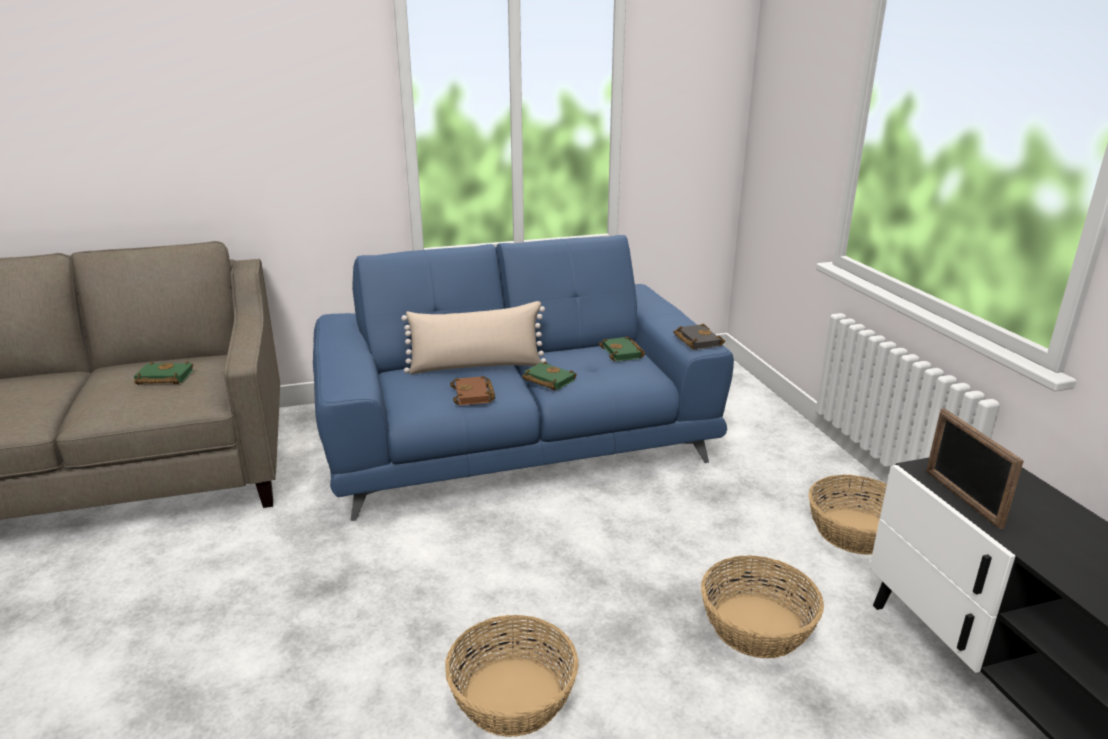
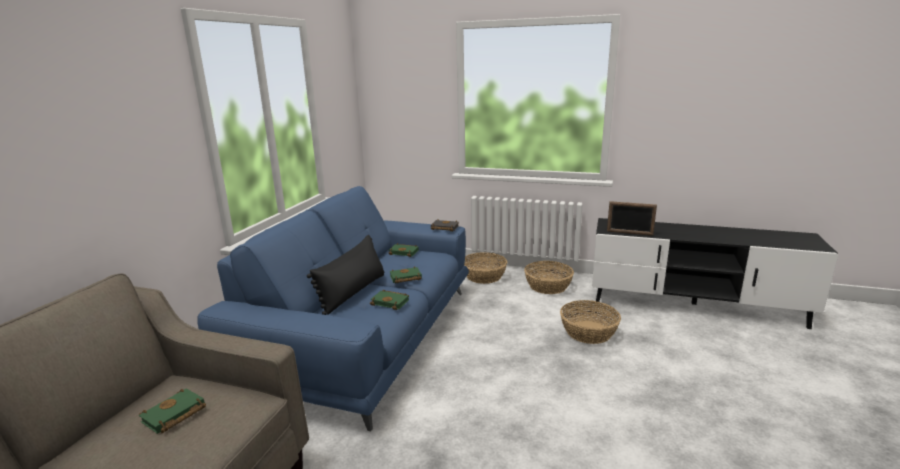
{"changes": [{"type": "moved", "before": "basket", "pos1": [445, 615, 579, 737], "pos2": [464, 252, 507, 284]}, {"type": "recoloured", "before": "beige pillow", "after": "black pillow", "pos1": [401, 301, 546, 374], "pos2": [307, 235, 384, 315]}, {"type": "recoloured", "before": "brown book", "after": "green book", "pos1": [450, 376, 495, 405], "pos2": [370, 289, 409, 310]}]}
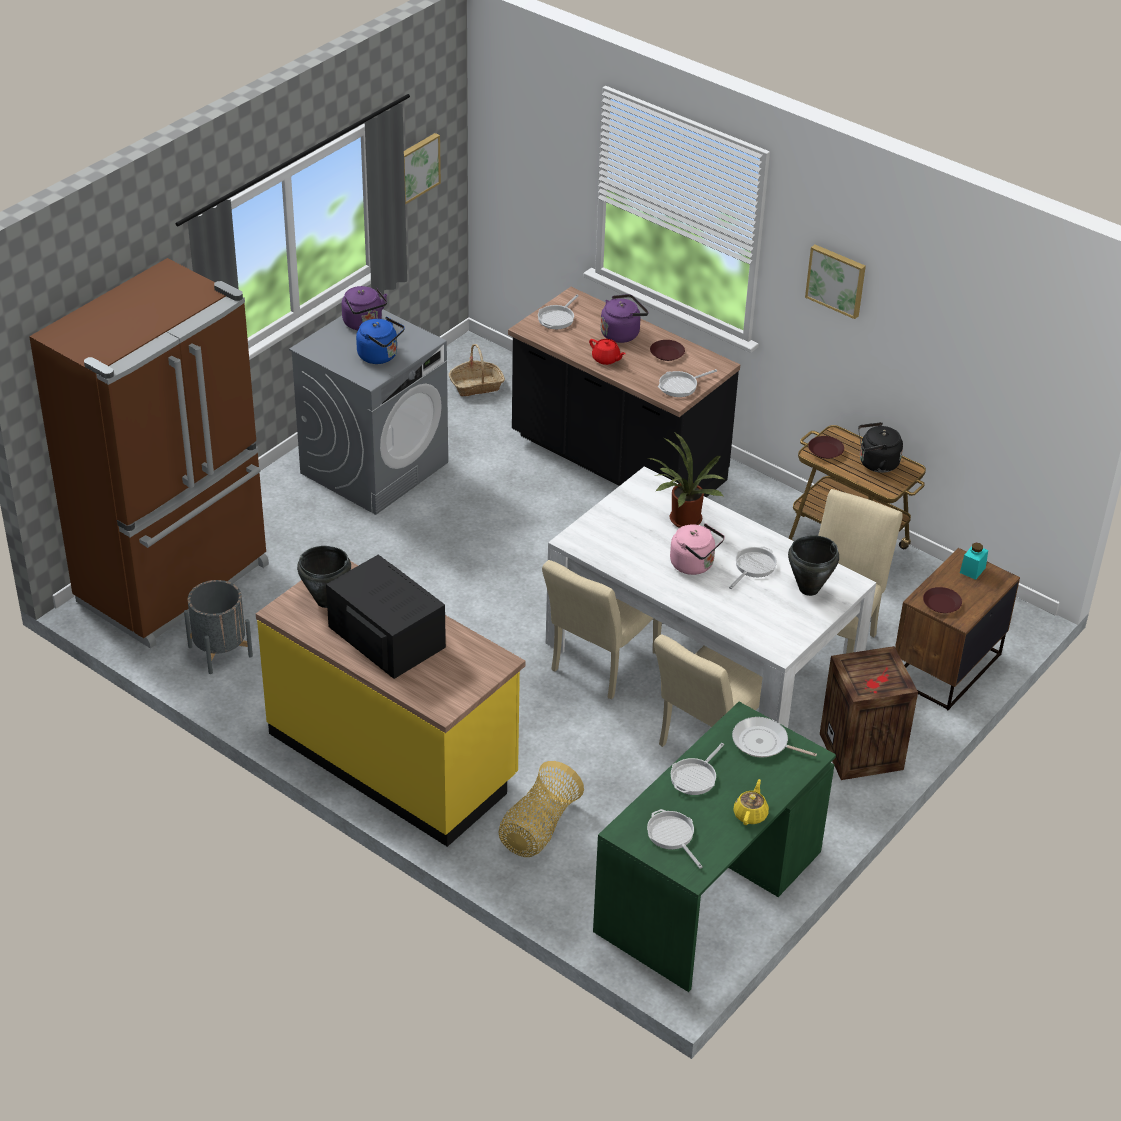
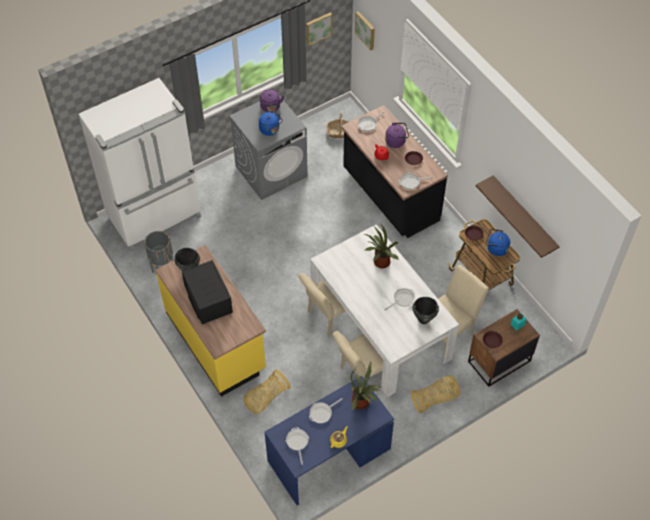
{"changes": [{"type": "removed", "before": "pink kettle", "pos1": [670, 523, 725, 575]}, {"type": "added", "after": "brown shelf", "pos2": [476, 175, 560, 258]}, {"type": "moved", "before": "picture", "pos1": [805, 245, 866, 319], "pos2": [355, 11, 375, 50]}, {"type": "replaced", "before": "frying pan", "after": "potted plant", "pos1": [732, 717, 817, 758], "pos2": [351, 361, 382, 410]}, {"type": "replaced", "before": "crate", "after": "basket", "pos1": [820, 646, 918, 780], "pos2": [411, 376, 461, 414]}, {"type": "recoloured", "before": "brown fridge", "after": "white fridge", "pos1": [29, 258, 269, 649], "pos2": [78, 78, 201, 251]}, {"type": "recoloured", "before": "green desk", "after": "blue desk", "pos1": [593, 702, 836, 992], "pos2": [265, 376, 394, 505]}, {"type": "recoloured", "before": "black kettle", "after": "blue kettle", "pos1": [858, 422, 903, 473], "pos2": [486, 229, 510, 256]}]}
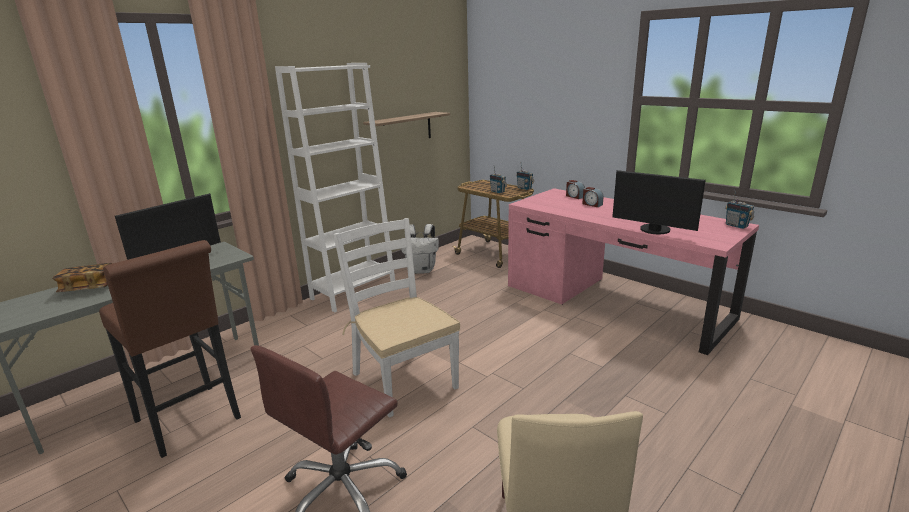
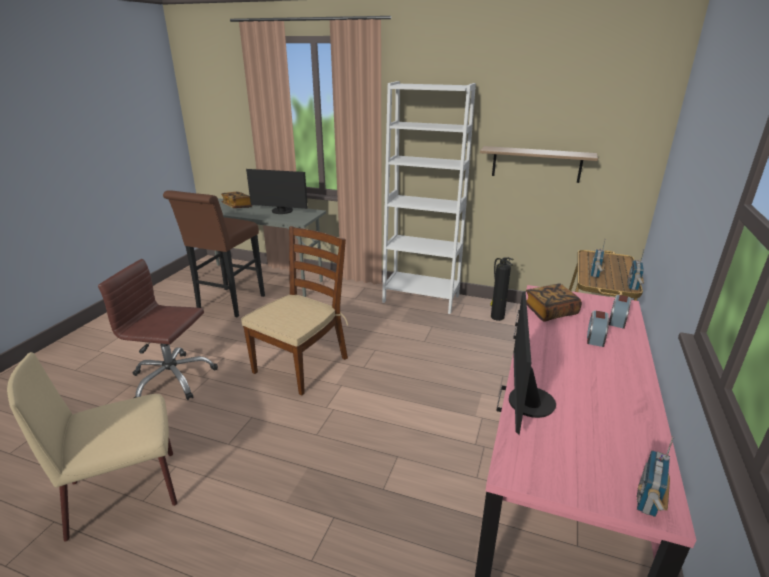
{"changes": [{"type": "added", "after": "book", "pos2": [526, 284, 582, 322]}, {"type": "replaced", "before": "white backpack", "after": "fire extinguisher", "pos1": [401, 224, 439, 274], "pos2": [490, 257, 514, 321]}, {"type": "recoloured", "before": "white chair", "after": "brown chair", "pos1": [333, 218, 460, 418], "pos2": [241, 226, 348, 395]}]}
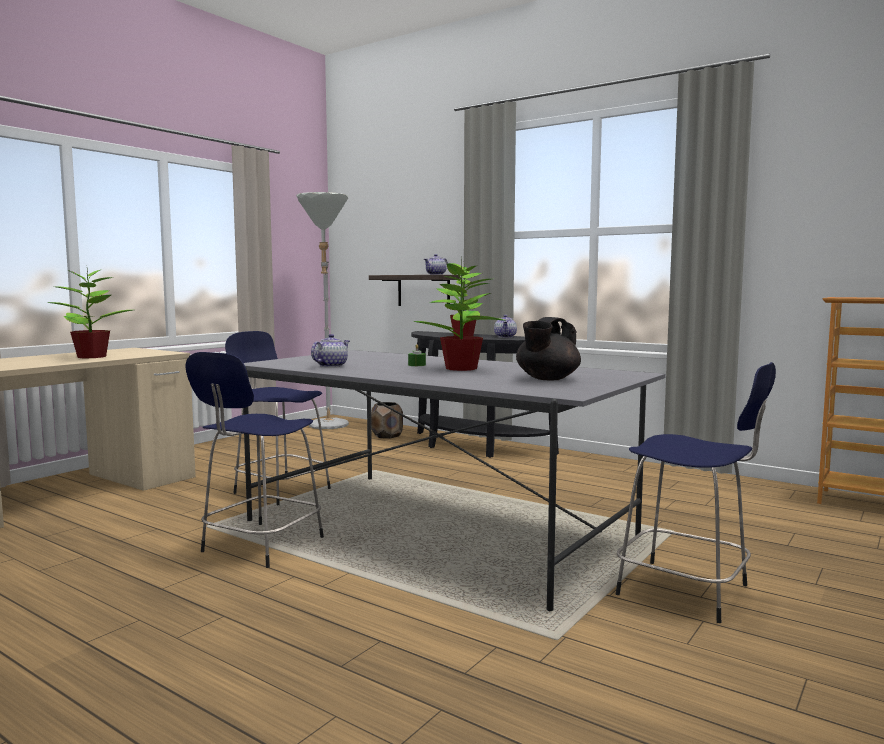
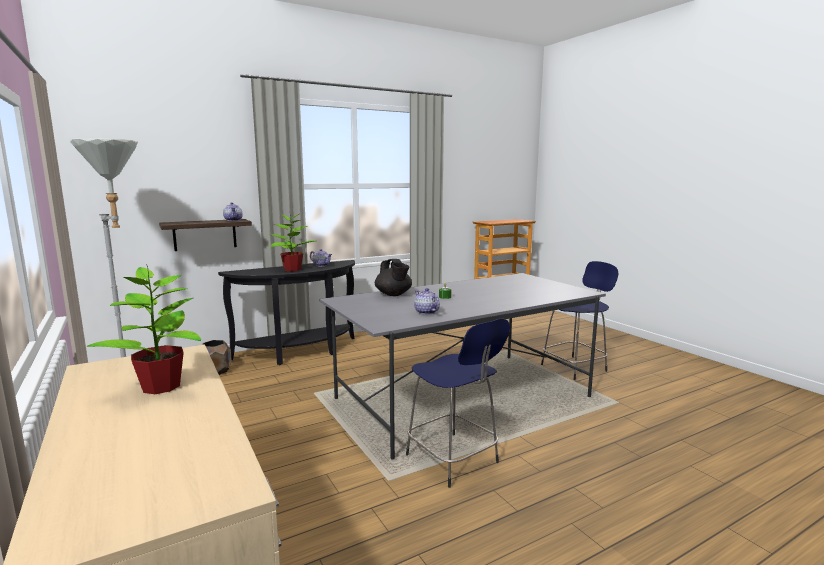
{"changes": [{"type": "removed", "before": "blue stool", "pos1": [225, 331, 331, 505]}, {"type": "removed", "before": "potted plant", "pos1": [413, 257, 506, 371]}, {"type": "moved", "before": "black teapot", "pos1": [516, 317, 581, 380], "pos2": [375, 259, 412, 296]}]}
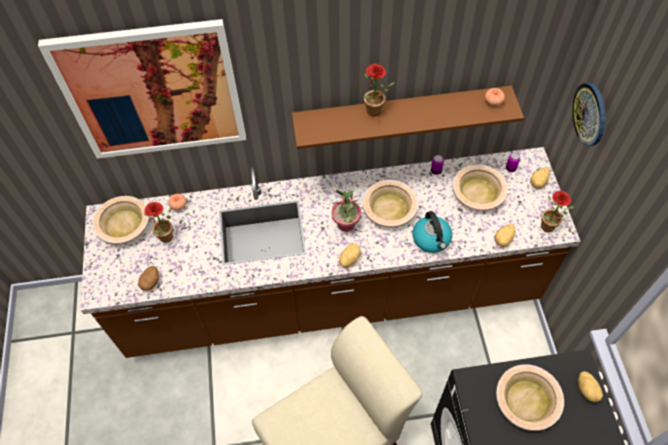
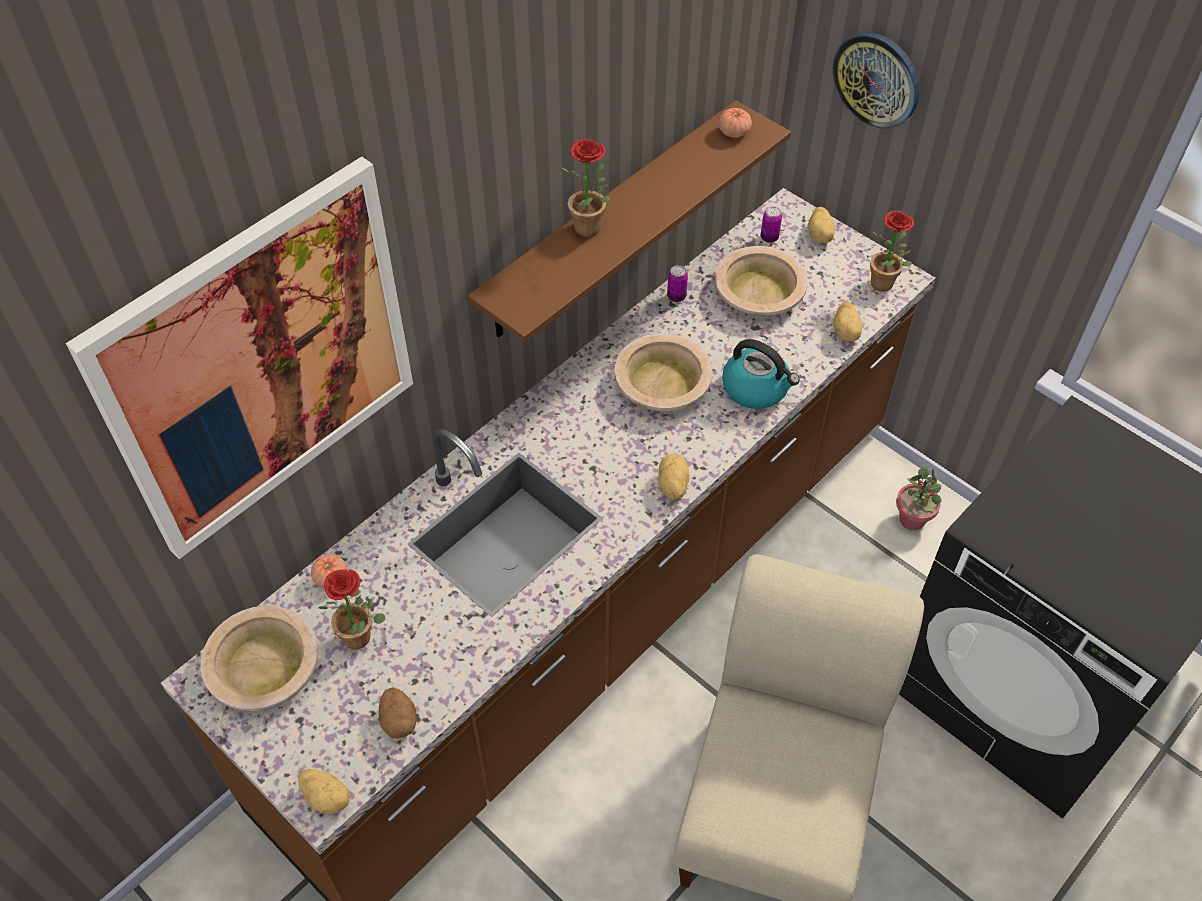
{"changes": [{"type": "removed", "before": "beige bowl", "pos1": [496, 364, 564, 431]}, {"type": "moved", "before": "potted plant", "pos1": [331, 190, 361, 232], "pos2": [896, 466, 942, 530]}, {"type": "moved", "before": "potato", "pos1": [578, 371, 603, 402], "pos2": [298, 769, 350, 815]}]}
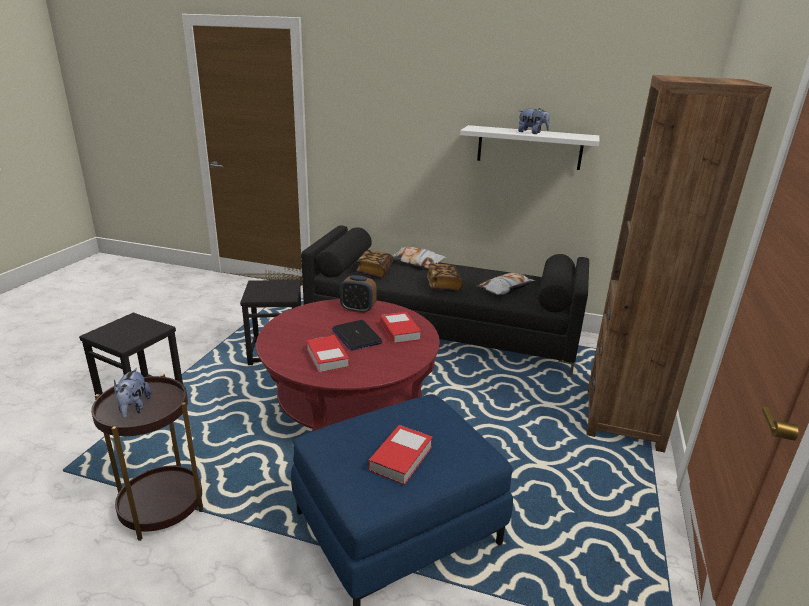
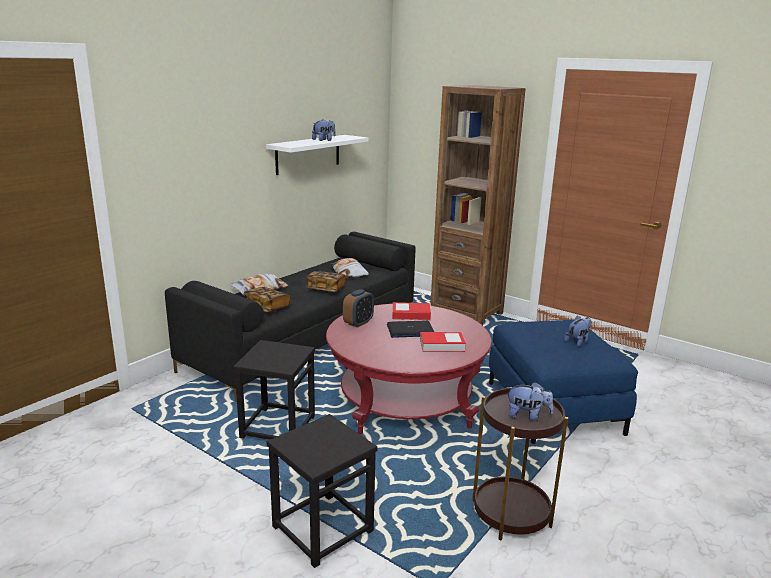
{"changes": [{"type": "replaced", "before": "book", "after": "plush toy", "pos1": [368, 425, 433, 485], "pos2": [564, 316, 592, 347]}]}
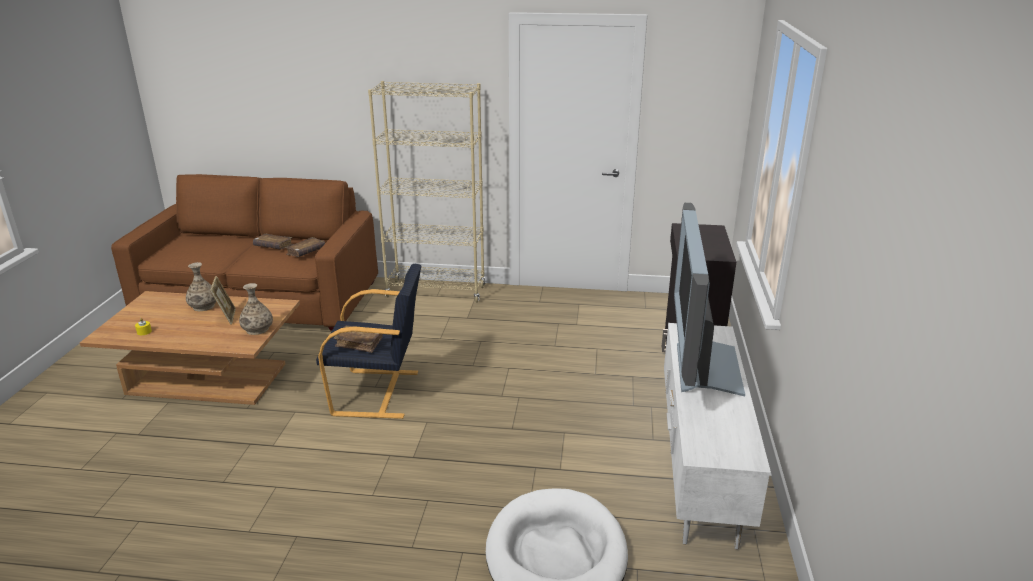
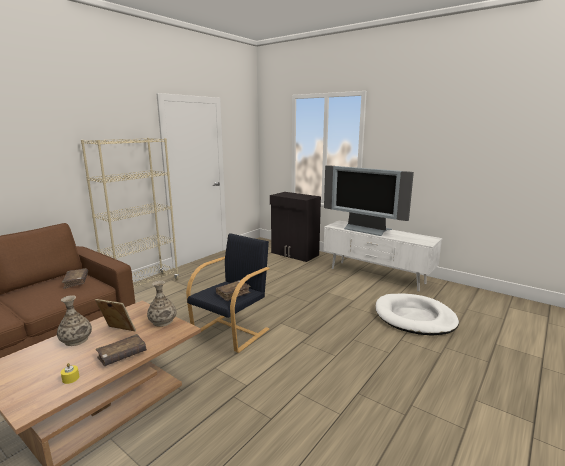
{"changes": [{"type": "moved", "before": "brown book", "pos1": [253, 234, 293, 250], "pos2": [95, 334, 147, 366]}]}
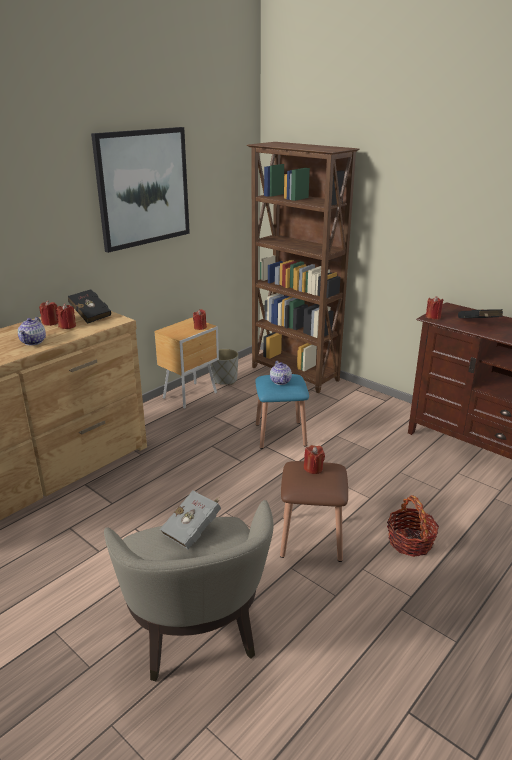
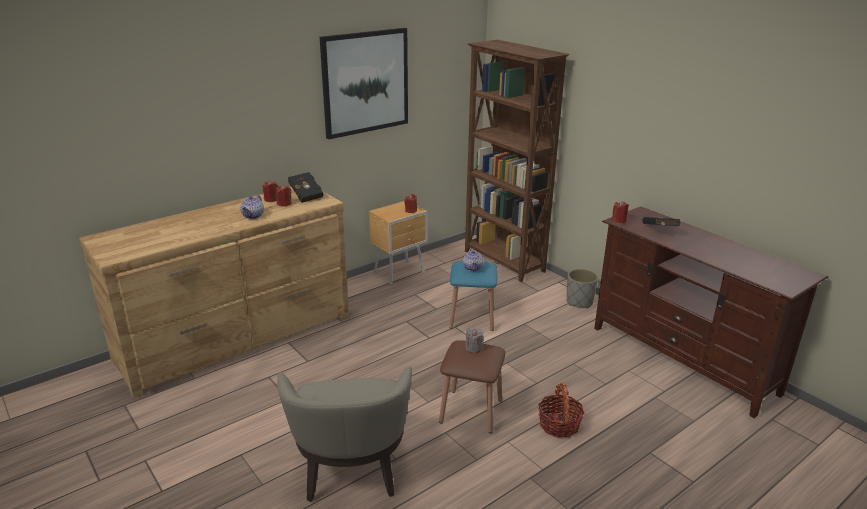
{"changes": [{"type": "removed", "before": "grey book", "pos1": [160, 491, 221, 549]}, {"type": "moved", "before": "grey planter", "pos1": [211, 349, 238, 385], "pos2": [567, 269, 598, 308]}, {"type": "recoloured", "before": "red candle", "after": "grey candle", "pos1": [304, 445, 325, 474], "pos2": [465, 327, 484, 353]}]}
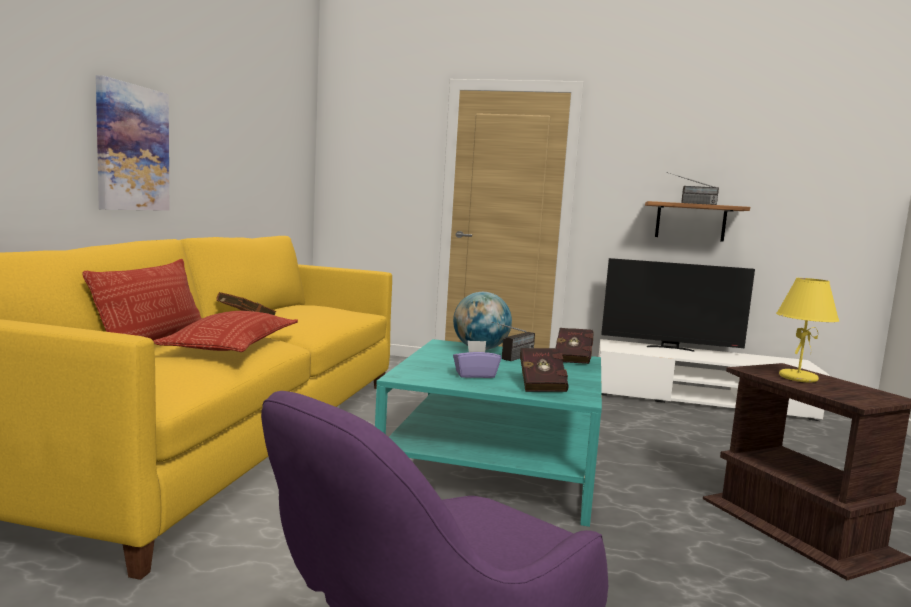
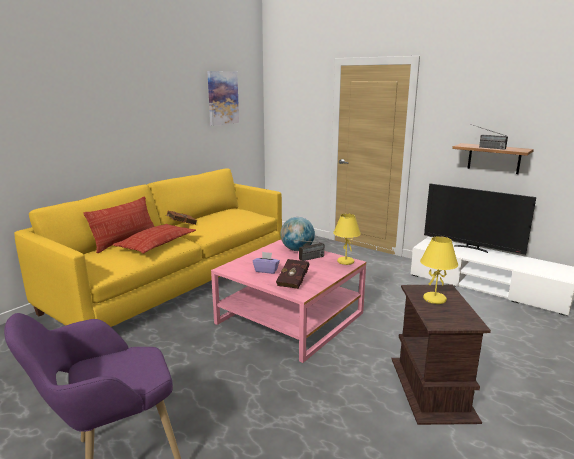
{"changes": [{"type": "moved", "before": "picture", "pos1": [96, 75, 169, 211], "pos2": [207, 71, 239, 126]}, {"type": "replaced", "before": "red book", "after": "yellow table lamp", "pos1": [556, 328, 594, 364], "pos2": [333, 213, 361, 265]}, {"type": "recoloured", "before": "turquoise coffee table", "after": "pink coffee table", "pos1": [375, 339, 602, 527], "pos2": [211, 239, 366, 363]}]}
